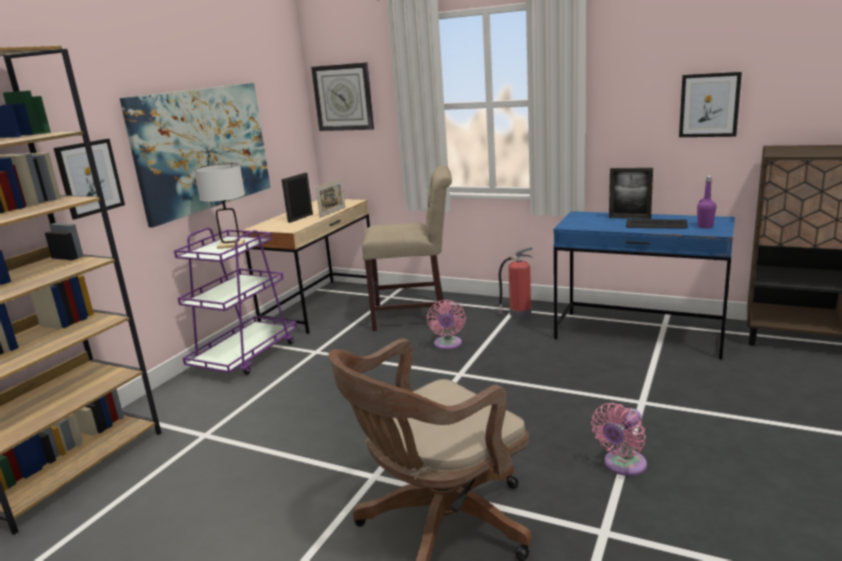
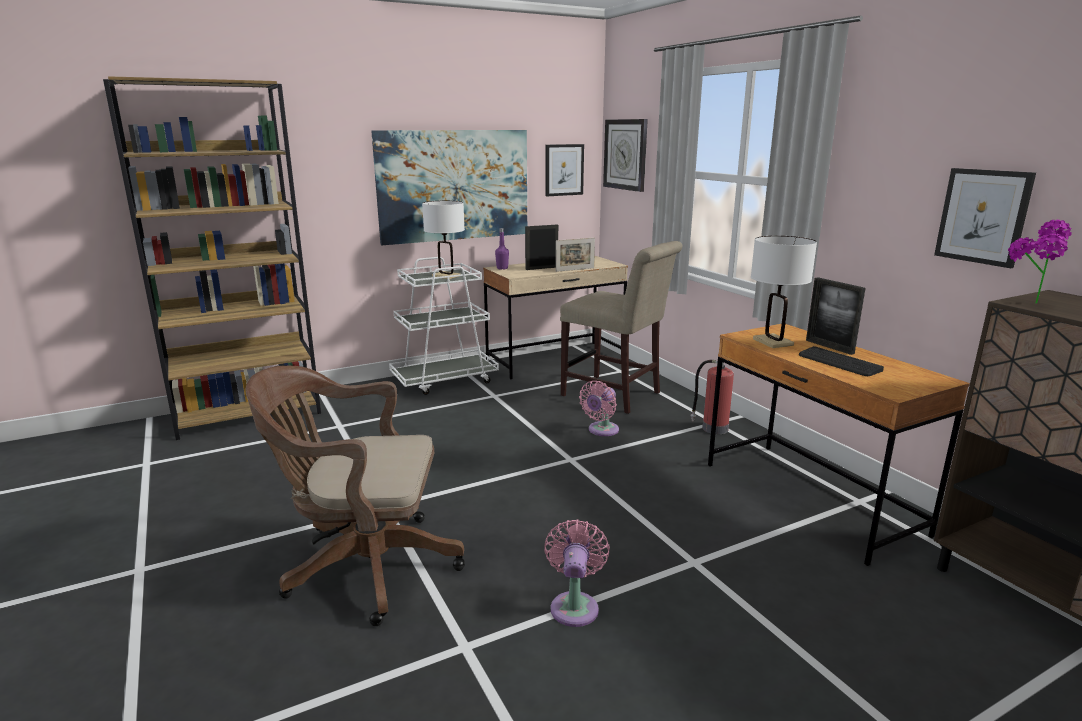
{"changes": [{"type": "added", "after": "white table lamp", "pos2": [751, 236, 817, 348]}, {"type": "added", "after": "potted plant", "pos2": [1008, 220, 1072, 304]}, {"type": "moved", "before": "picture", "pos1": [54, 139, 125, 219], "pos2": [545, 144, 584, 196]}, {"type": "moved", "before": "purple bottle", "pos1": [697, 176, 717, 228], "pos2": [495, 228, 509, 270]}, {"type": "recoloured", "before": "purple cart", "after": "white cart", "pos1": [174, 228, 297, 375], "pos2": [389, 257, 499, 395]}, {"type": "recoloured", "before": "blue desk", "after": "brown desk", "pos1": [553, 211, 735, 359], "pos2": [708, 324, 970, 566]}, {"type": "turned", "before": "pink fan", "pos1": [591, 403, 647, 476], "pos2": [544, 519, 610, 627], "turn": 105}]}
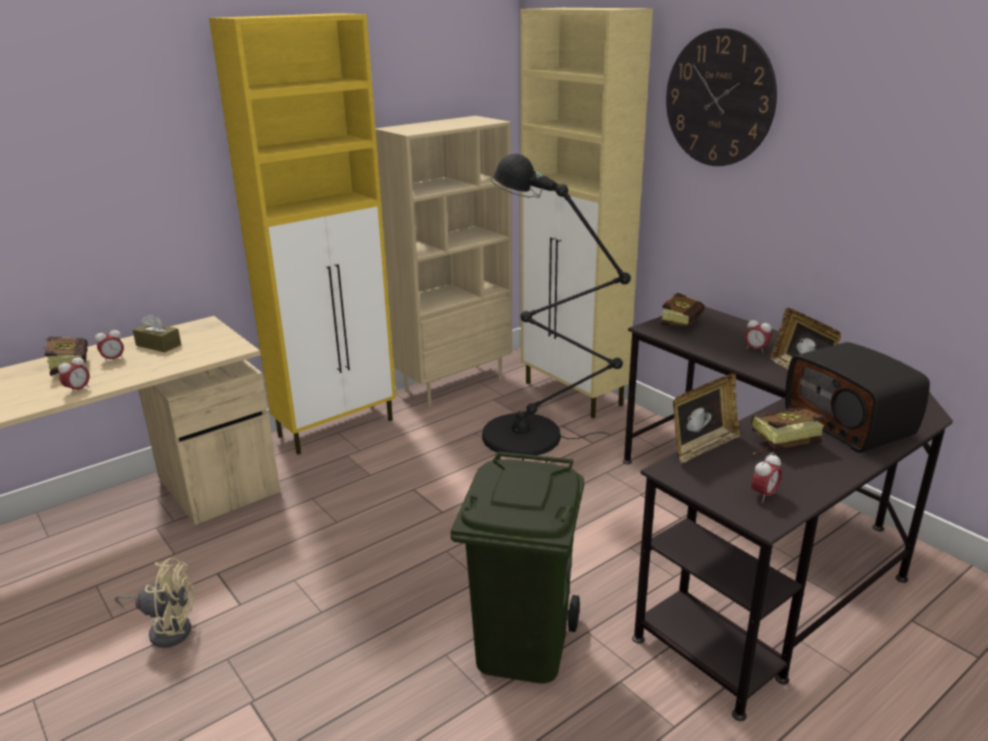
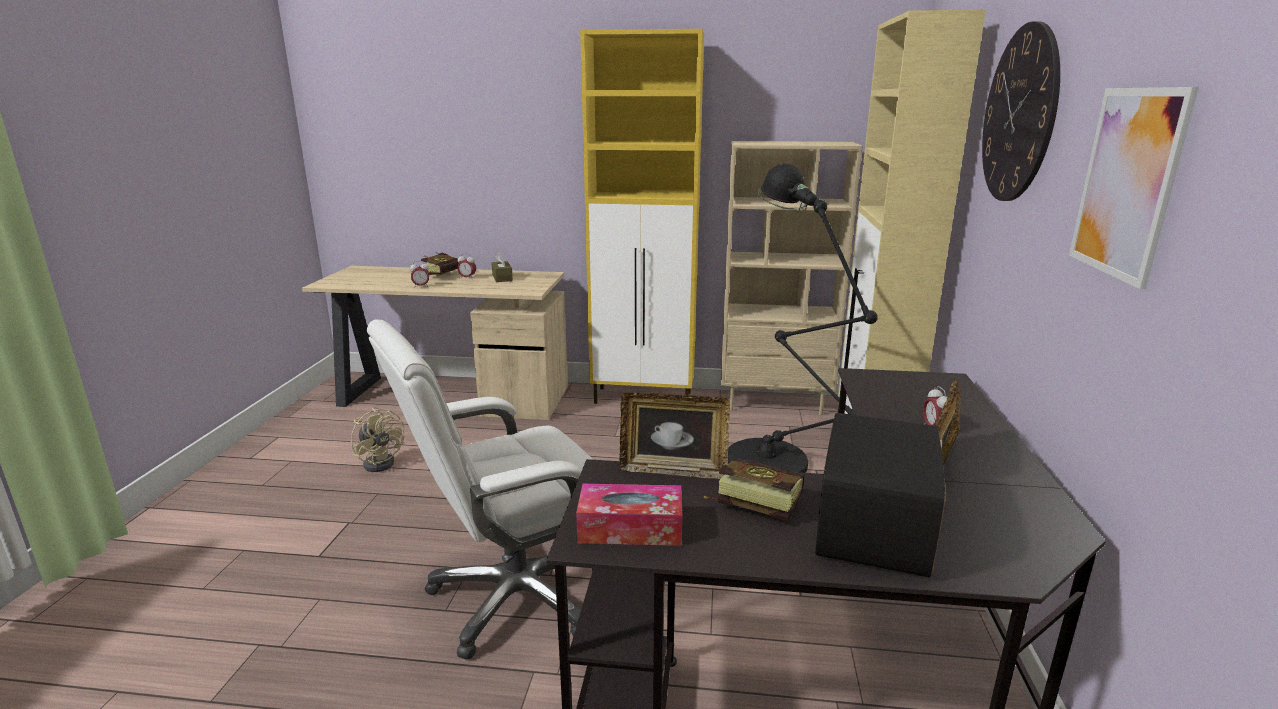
{"changes": [{"type": "removed", "before": "book", "pos1": [661, 293, 705, 326]}, {"type": "added", "after": "picture", "pos2": [1069, 87, 1199, 289]}, {"type": "replaced", "before": "green trash can", "after": "white office chair", "pos1": [451, 451, 584, 684], "pos2": [367, 319, 594, 660]}, {"type": "replaced", "before": "alarm clock", "after": "tissue box", "pos1": [751, 453, 782, 502], "pos2": [576, 484, 682, 546]}]}
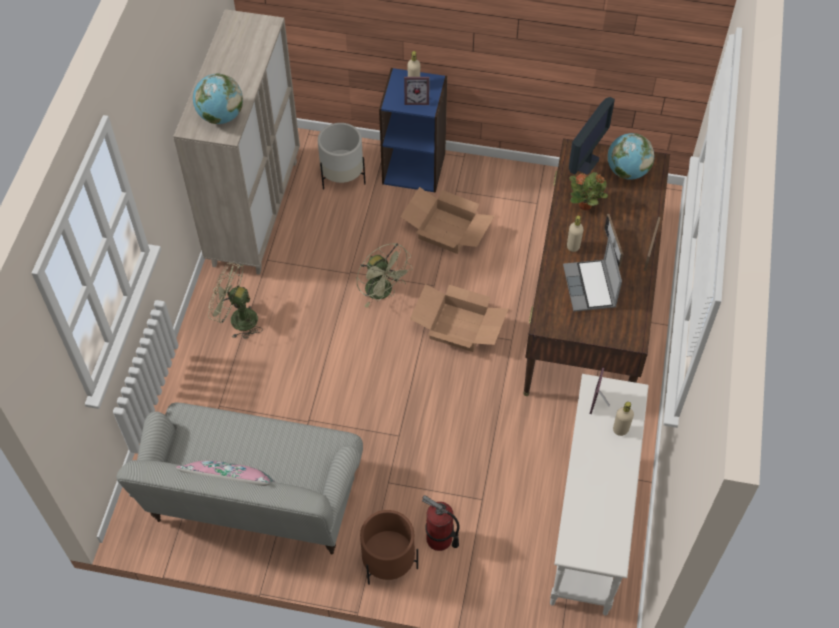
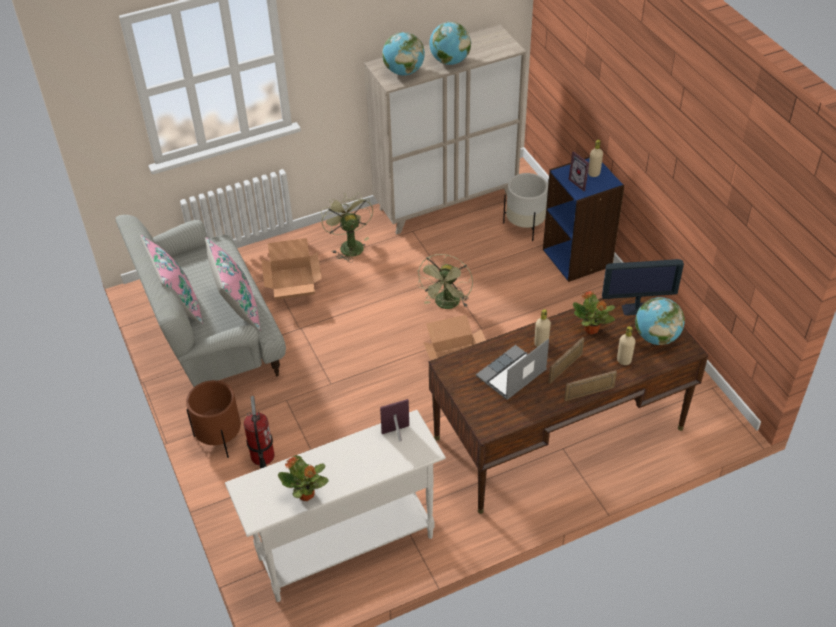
{"changes": [{"type": "added", "after": "pink pillow", "pos2": [205, 237, 260, 331]}, {"type": "added", "after": "potted plant", "pos2": [278, 455, 328, 501]}, {"type": "added", "after": "globe", "pos2": [429, 22, 471, 65]}, {"type": "moved", "before": "cardboard box", "pos1": [401, 187, 494, 254], "pos2": [261, 238, 322, 300]}, {"type": "moved", "before": "beige bottle", "pos1": [613, 402, 634, 436], "pos2": [617, 326, 635, 365]}]}
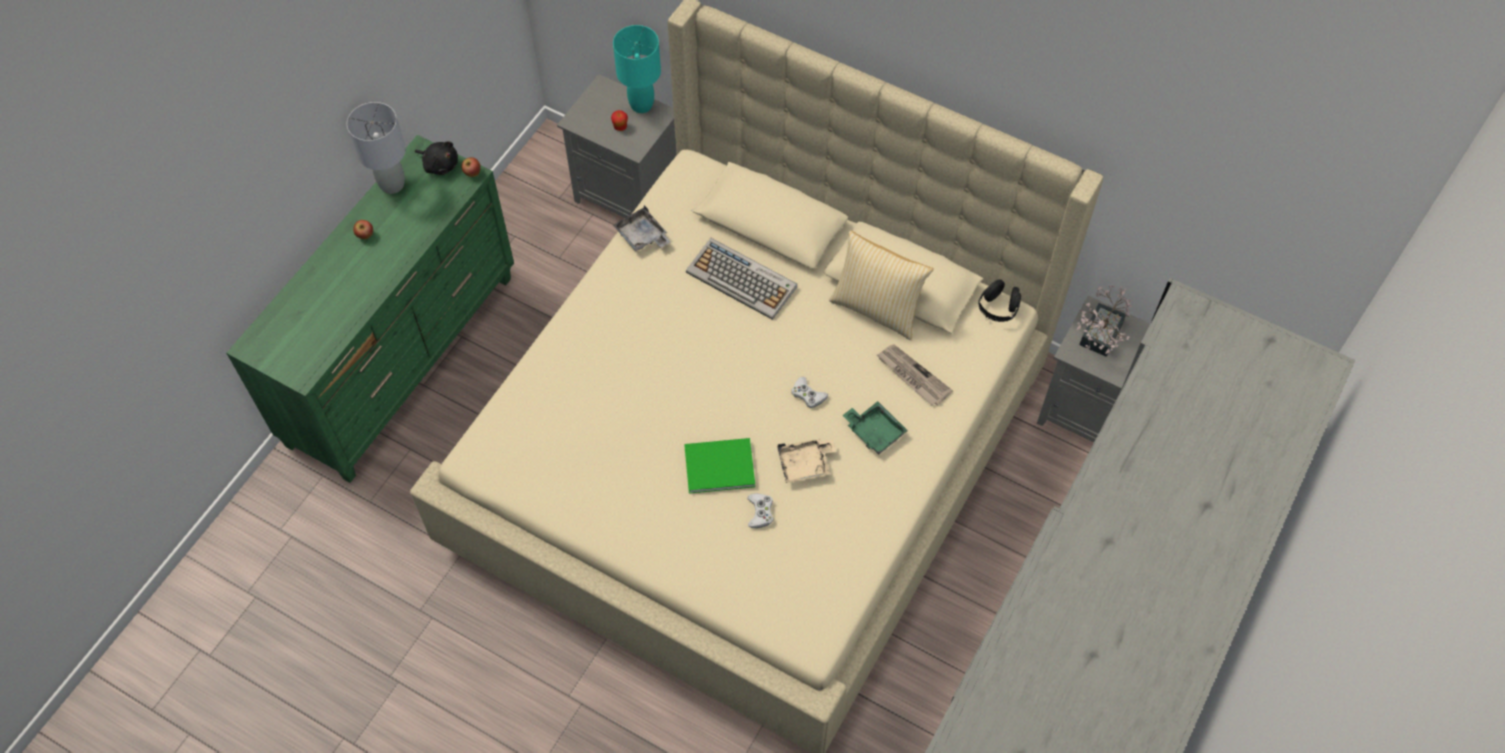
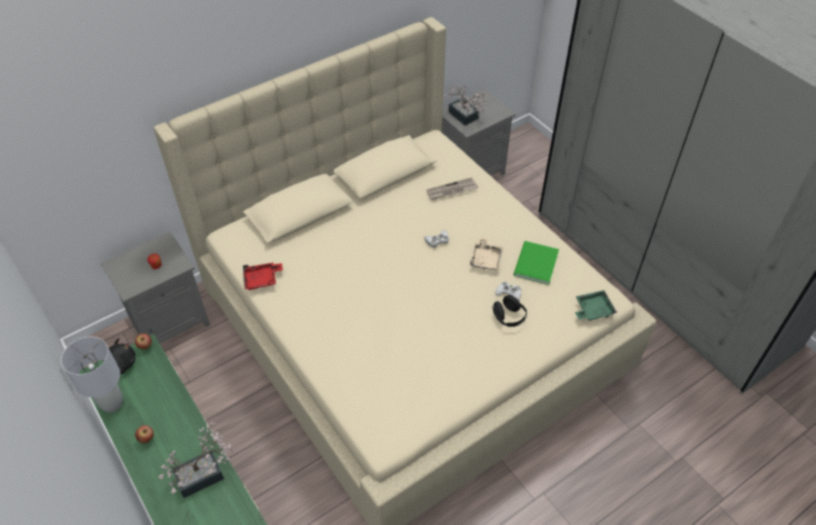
{"changes": [{"type": "removed", "before": "turquoise table lamp", "pos1": [613, 25, 661, 113]}, {"type": "removed", "before": "keyboard", "pos1": [686, 238, 797, 320]}, {"type": "removed", "before": "pillow", "pos1": [829, 231, 934, 340]}, {"type": "added", "after": "potted plant", "pos2": [159, 422, 234, 498]}, {"type": "moved", "before": "green book", "pos1": [684, 438, 755, 494], "pos2": [514, 241, 559, 285]}, {"type": "moved", "before": "green tray", "pos1": [842, 401, 908, 454], "pos2": [575, 290, 618, 321]}, {"type": "moved", "before": "black headphones", "pos1": [978, 279, 1021, 322], "pos2": [492, 295, 527, 327]}, {"type": "recoloured", "before": "grey tray", "after": "red tray", "pos1": [613, 205, 670, 251], "pos2": [243, 263, 283, 290]}]}
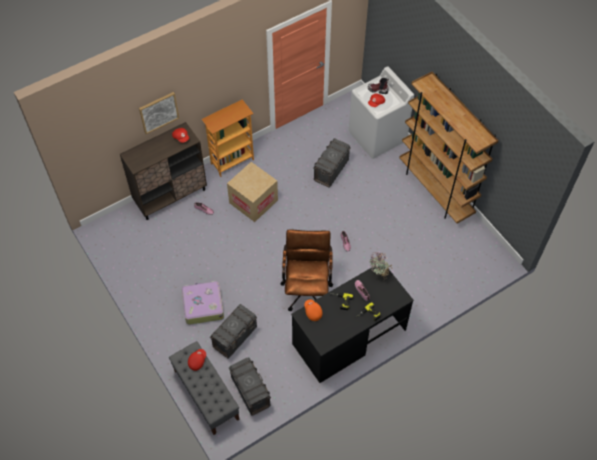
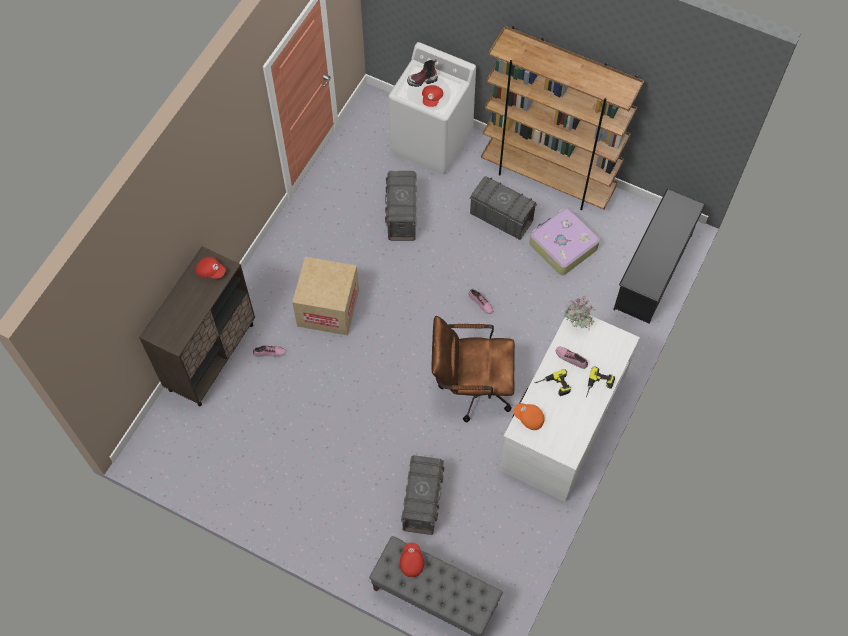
{"changes": [{"type": "removed", "before": "picture", "pos1": [139, 92, 179, 134]}, {"type": "removed", "before": "bookcase", "pos1": [202, 100, 254, 177]}, {"type": "added", "after": "black shoe rack", "pos2": [613, 188, 706, 324]}, {"type": "moved", "before": "suitcase", "pos1": [182, 281, 224, 325], "pos2": [530, 208, 600, 275]}, {"type": "moved", "before": "grey storage box", "pos1": [229, 357, 271, 416], "pos2": [470, 176, 537, 240]}, {"type": "recoloured", "before": "black desk", "after": "white desk", "pos1": [291, 267, 414, 383], "pos2": [500, 315, 640, 502]}, {"type": "turned", "before": "brown office chair", "pos1": [280, 229, 333, 311], "pos2": [432, 316, 515, 423], "turn": -60}]}
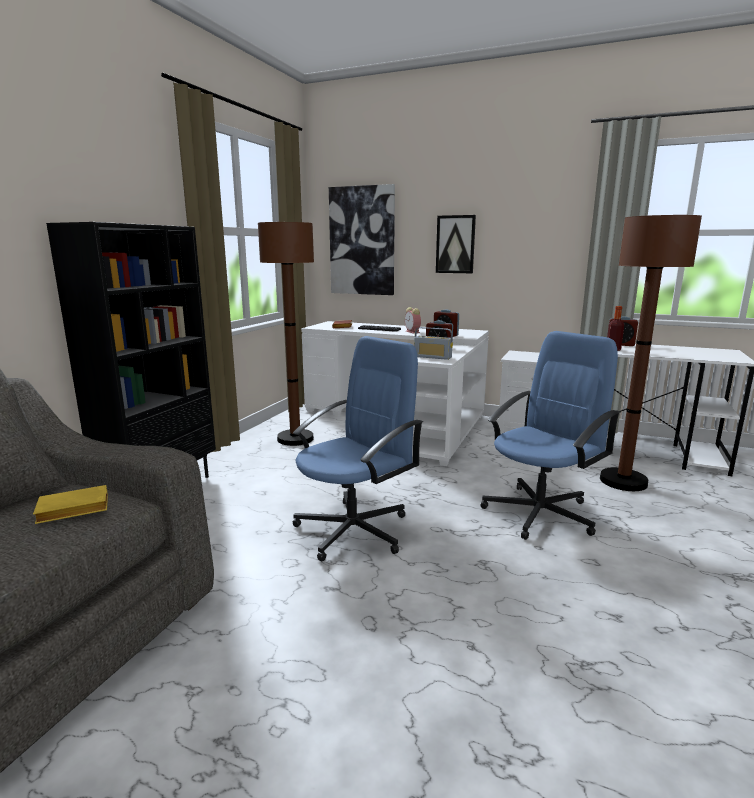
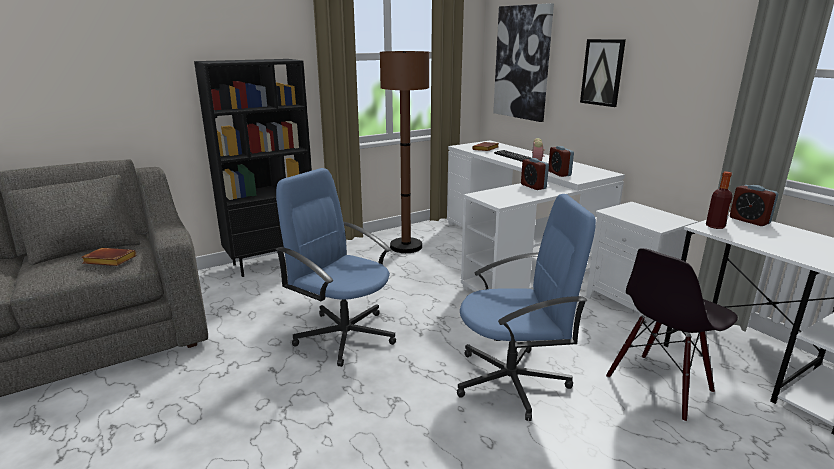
{"changes": [{"type": "removed", "before": "radio", "pos1": [414, 327, 453, 360]}, {"type": "replaced", "before": "brown floor lamp", "after": "black chair", "pos1": [600, 215, 702, 491], "pos2": [606, 248, 738, 422]}, {"type": "recoloured", "before": "yellow book", "after": "brown book", "pos1": [33, 485, 108, 524], "pos2": [81, 248, 137, 266]}, {"type": "turned", "before": "blue office chair", "pos1": [292, 336, 423, 561], "pos2": [276, 168, 396, 367], "turn": -135}]}
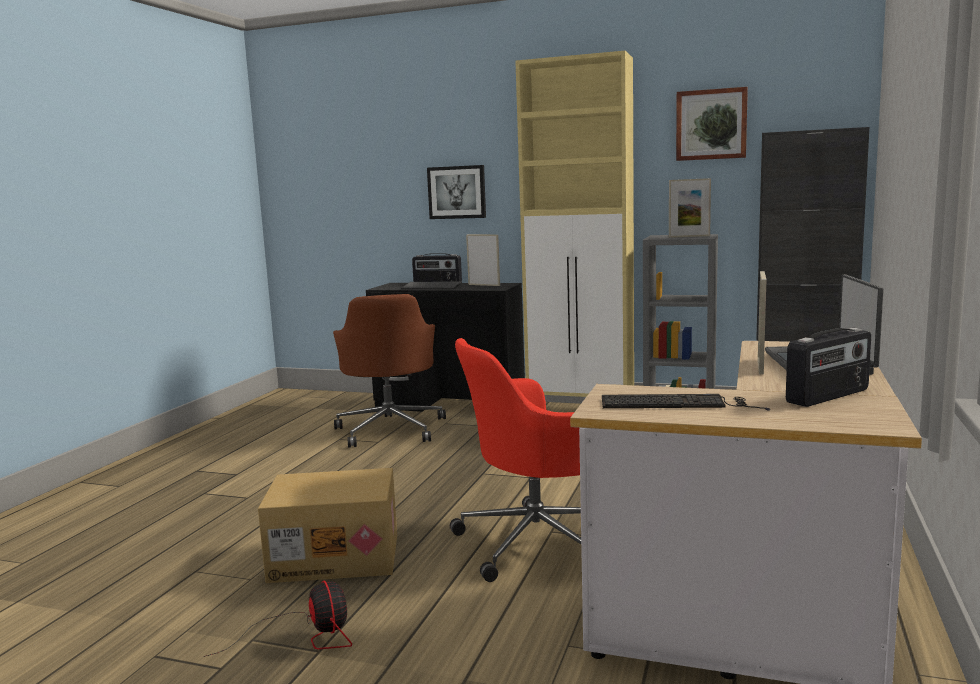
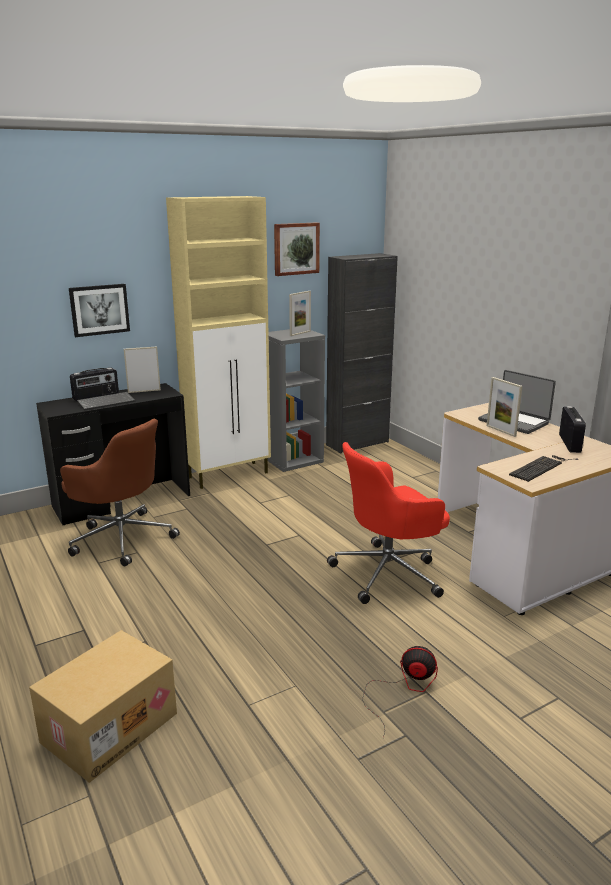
{"changes": [{"type": "moved", "before": "cardboard box", "pos1": [258, 468, 397, 583], "pos2": [29, 630, 177, 783]}, {"type": "turned", "before": "red office chair", "pos1": [450, 338, 581, 582], "pos2": [327, 442, 450, 604], "turn": 45}]}
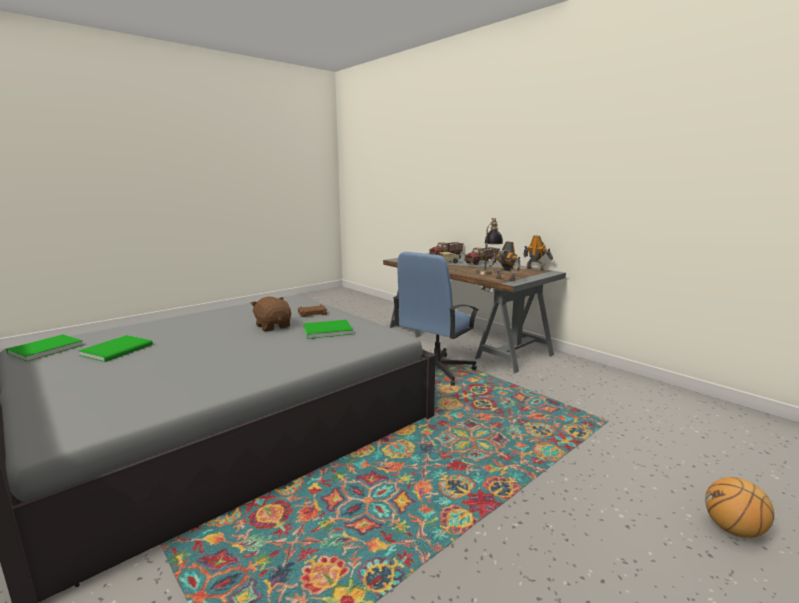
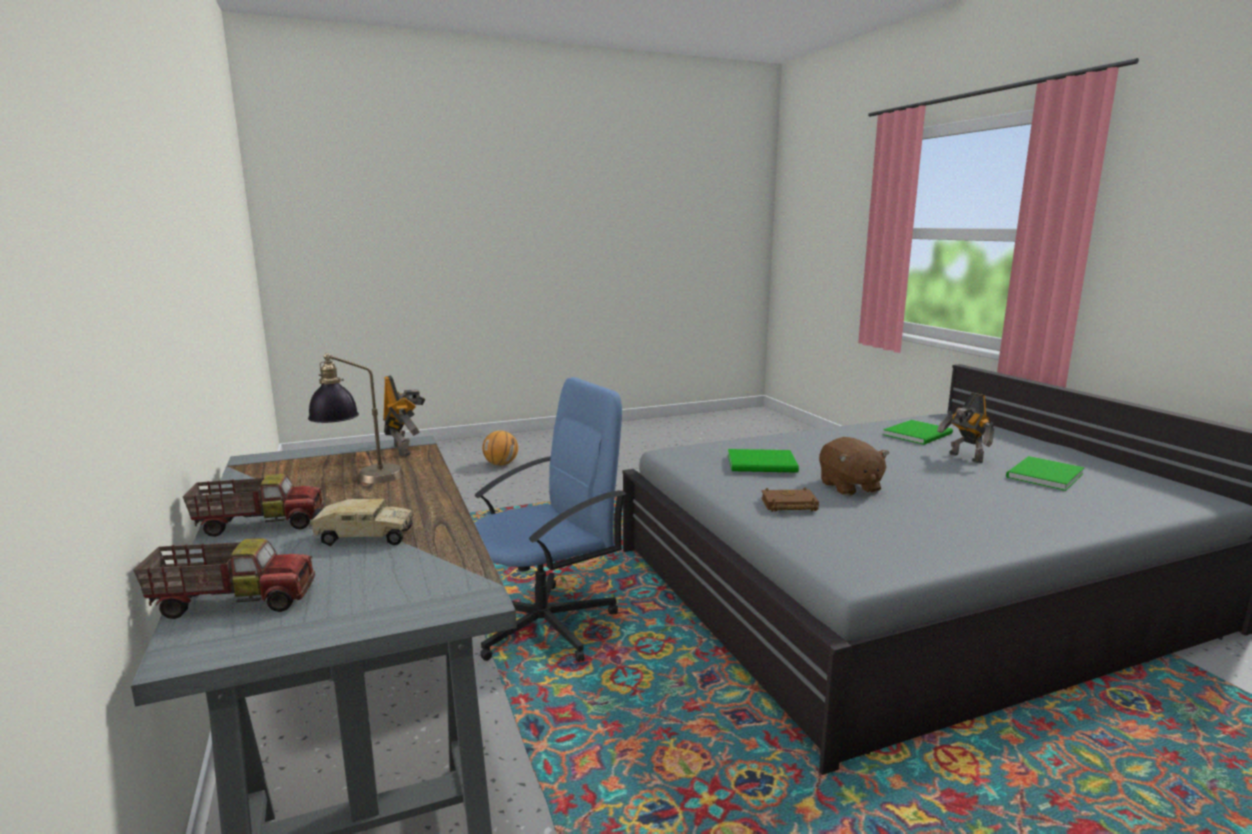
{"changes": [{"type": "moved", "before": "green book", "pos1": [6, 334, 83, 362], "pos2": [883, 420, 953, 445]}, {"type": "moved", "before": "toy robot", "pos1": [523, 235, 553, 271], "pos2": [937, 393, 995, 463]}]}
